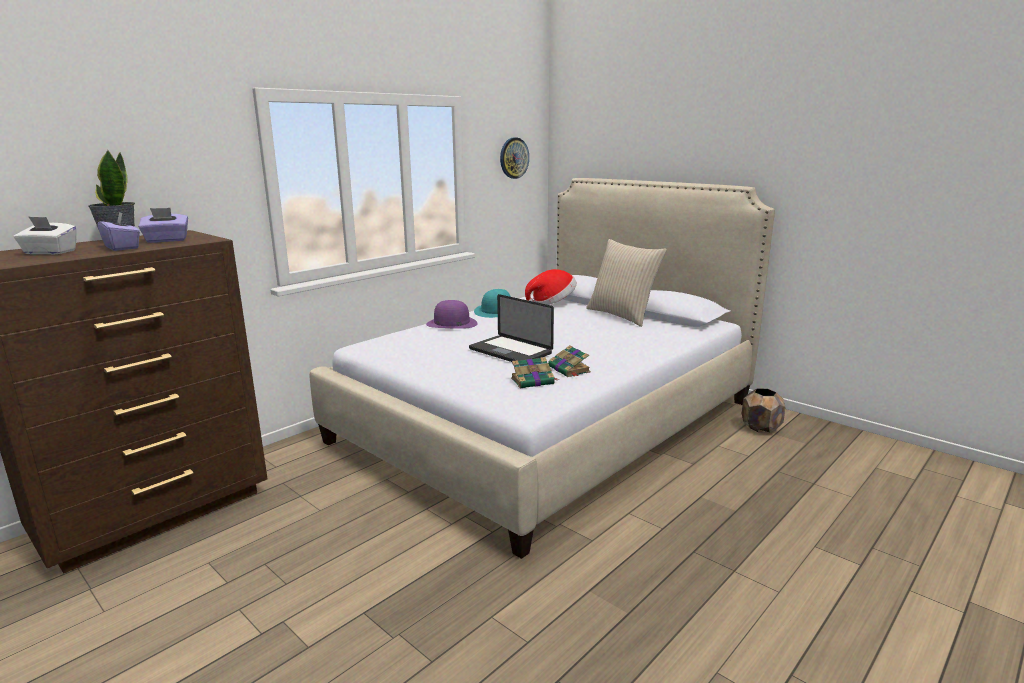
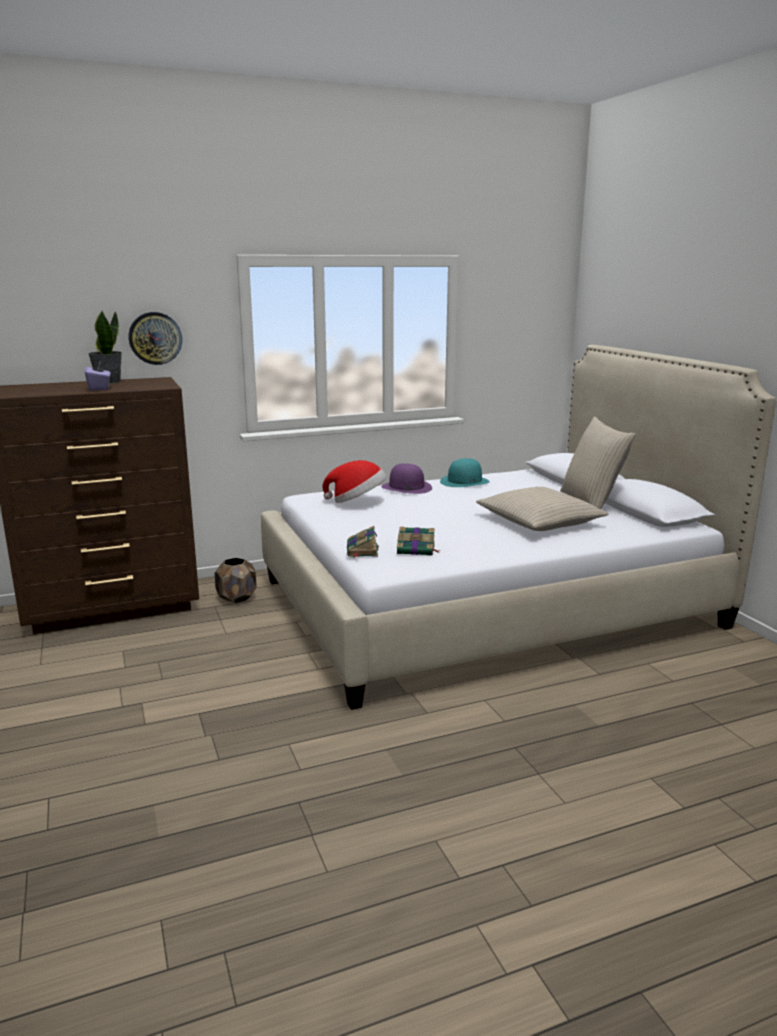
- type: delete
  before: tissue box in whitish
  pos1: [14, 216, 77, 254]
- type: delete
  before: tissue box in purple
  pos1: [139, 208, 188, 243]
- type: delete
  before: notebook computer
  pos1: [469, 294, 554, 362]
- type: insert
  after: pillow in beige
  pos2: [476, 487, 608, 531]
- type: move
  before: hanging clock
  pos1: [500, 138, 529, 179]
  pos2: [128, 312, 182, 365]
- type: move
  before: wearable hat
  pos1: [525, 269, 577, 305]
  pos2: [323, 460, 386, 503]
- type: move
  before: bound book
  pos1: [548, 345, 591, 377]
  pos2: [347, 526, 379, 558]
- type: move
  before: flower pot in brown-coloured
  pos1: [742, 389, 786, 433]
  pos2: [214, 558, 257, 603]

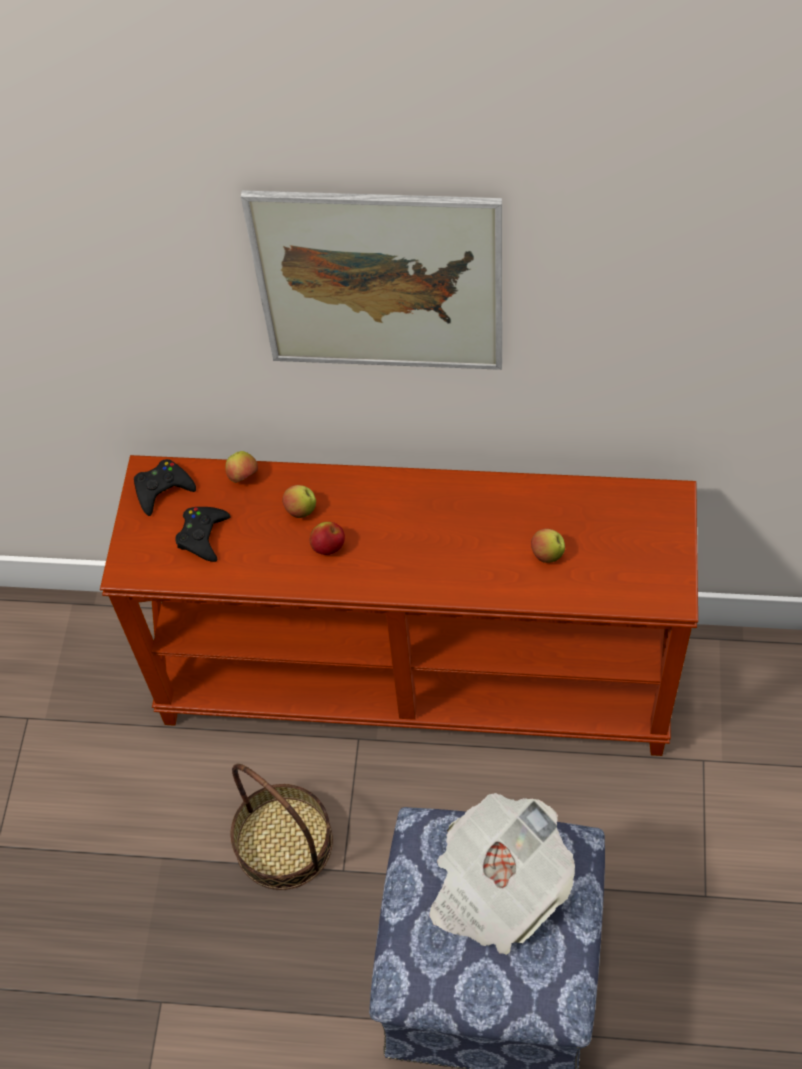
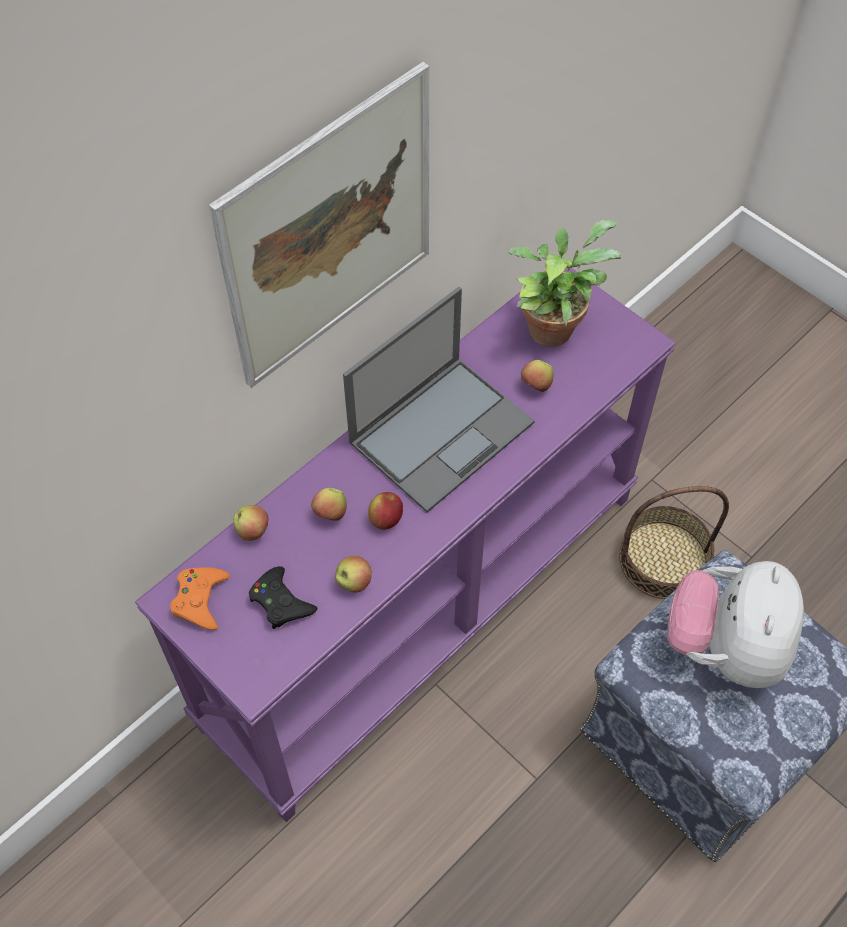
- type: insert
  after: apple
  pos2: [335, 556, 372, 593]
- type: insert
  after: notebook computer
  pos2: [343, 287, 534, 513]
- type: insert
  after: plant in a pot
  pos2: [508, 220, 621, 347]
- type: move
  before: basket
  pos1: [230, 763, 333, 890]
  pos2: [619, 486, 729, 599]
- type: replace
  before: newspaper
  after: plush toy
  pos1: [429, 793, 575, 955]
  pos2: [667, 561, 804, 688]
- type: recolor
  before: narrow table in brown-coloured
  after: narrow table in purple
  pos1: [100, 455, 698, 756]
  pos2: [135, 268, 676, 822]
- type: recolor
  before: gamepad in blackish
  after: gamepad in orangey
  pos1: [134, 459, 196, 516]
  pos2: [170, 567, 230, 630]

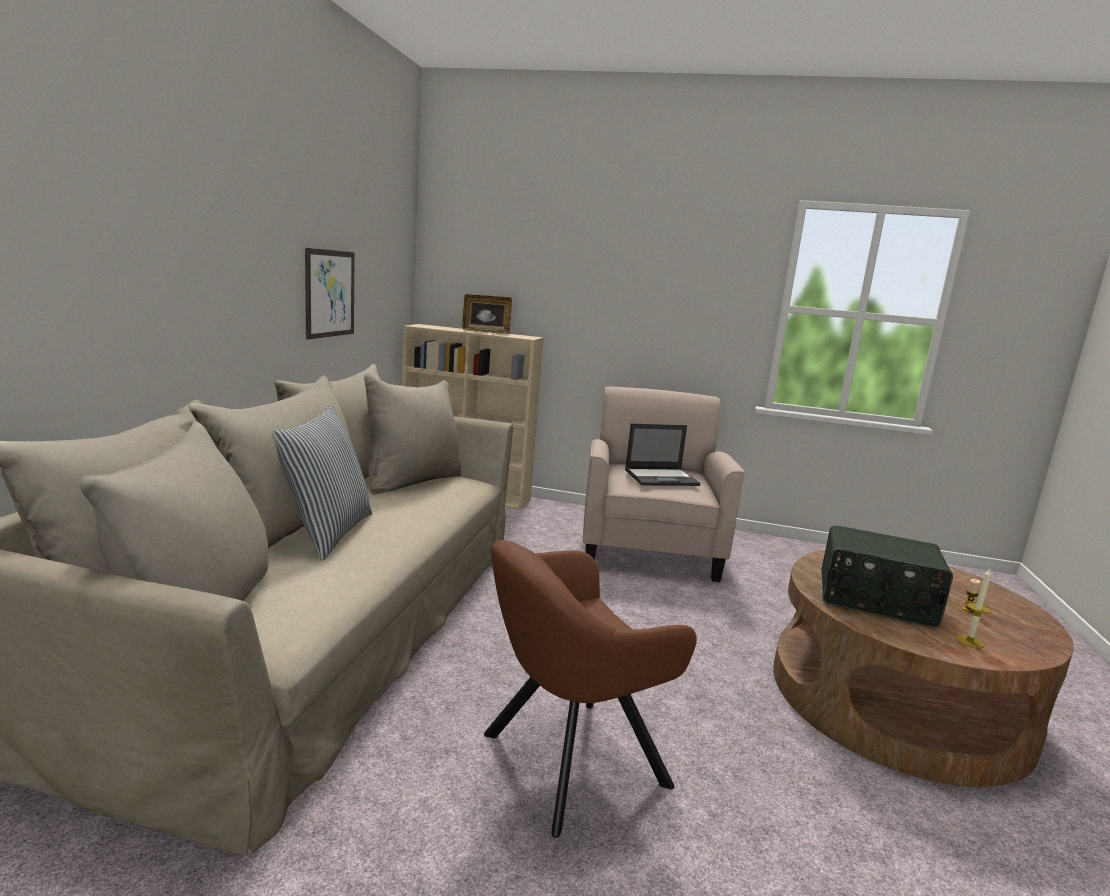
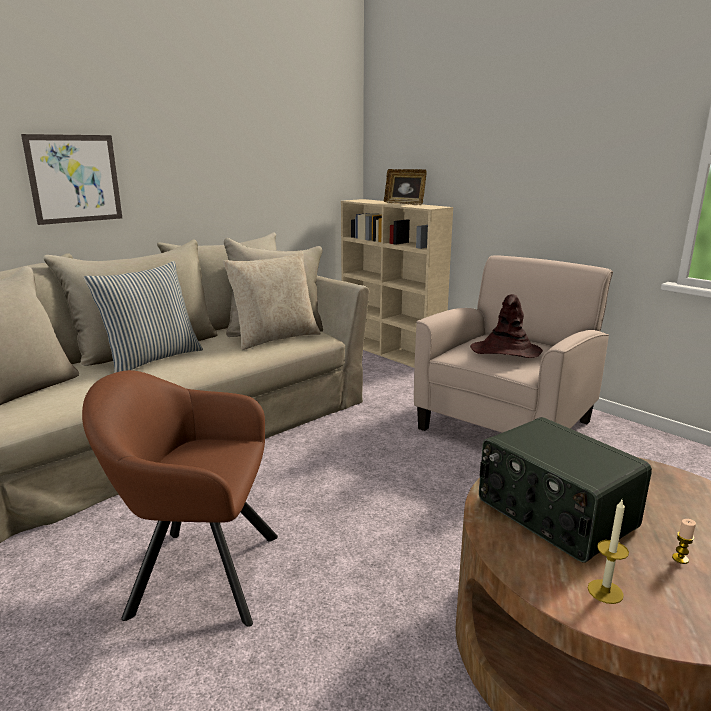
- type: insert
  after: pillow in beige
  pos2: [223, 251, 321, 350]
- type: move
  before: picture
  pos1: [305, 248, 355, 339]
  pos2: [21, 134, 122, 225]
- type: replace
  before: notebook computer
  after: wearable hat in brown-coloured
  pos1: [625, 424, 701, 486]
  pos2: [470, 294, 543, 358]

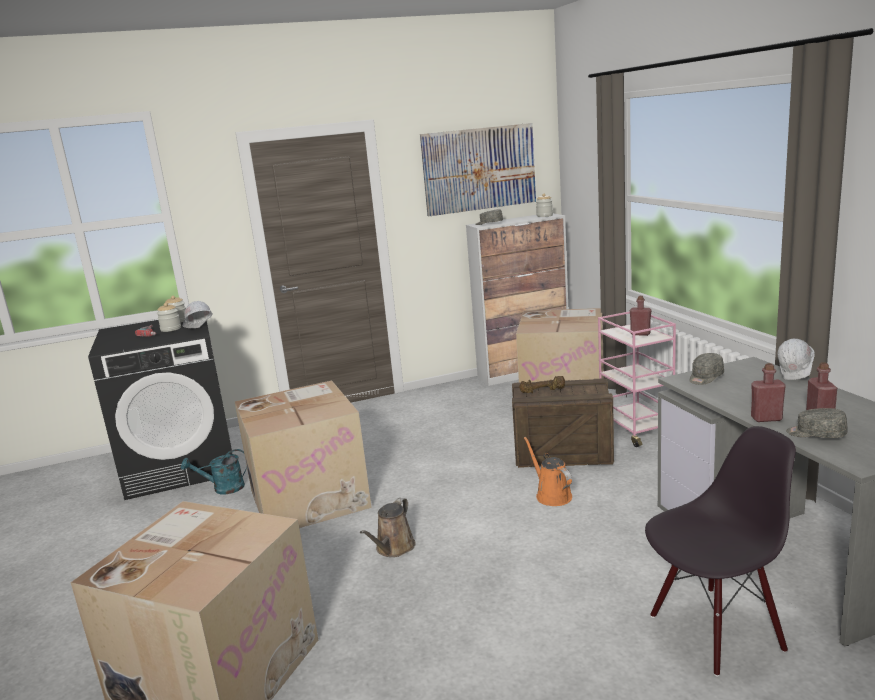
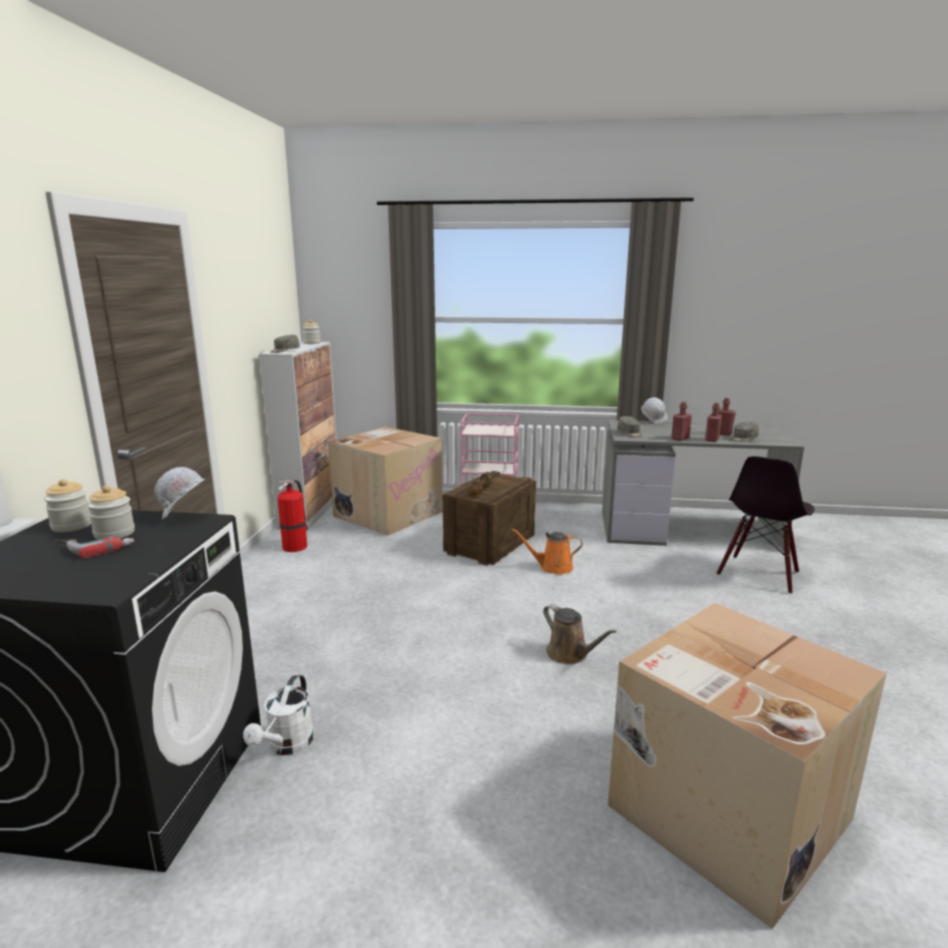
- type: delete
  before: packing box
  pos1: [234, 380, 372, 528]
- type: delete
  before: picture
  pos1: [420, 123, 536, 216]
- type: insert
  after: fire-fighting cylinder
  pos2: [278, 480, 308, 552]
- type: move
  before: drink bottle in red-coloured
  pos1: [630, 296, 651, 336]
  pos2: [671, 402, 692, 441]
- type: recolor
  before: watering can in blue-green
  after: watering can in whitish
  pos1: [181, 449, 247, 494]
  pos2: [243, 674, 314, 755]
- type: rotate
  before: chair in blackish
  pos1: [645, 426, 796, 677]
  pos2: [717, 456, 815, 594]
  turn: -150

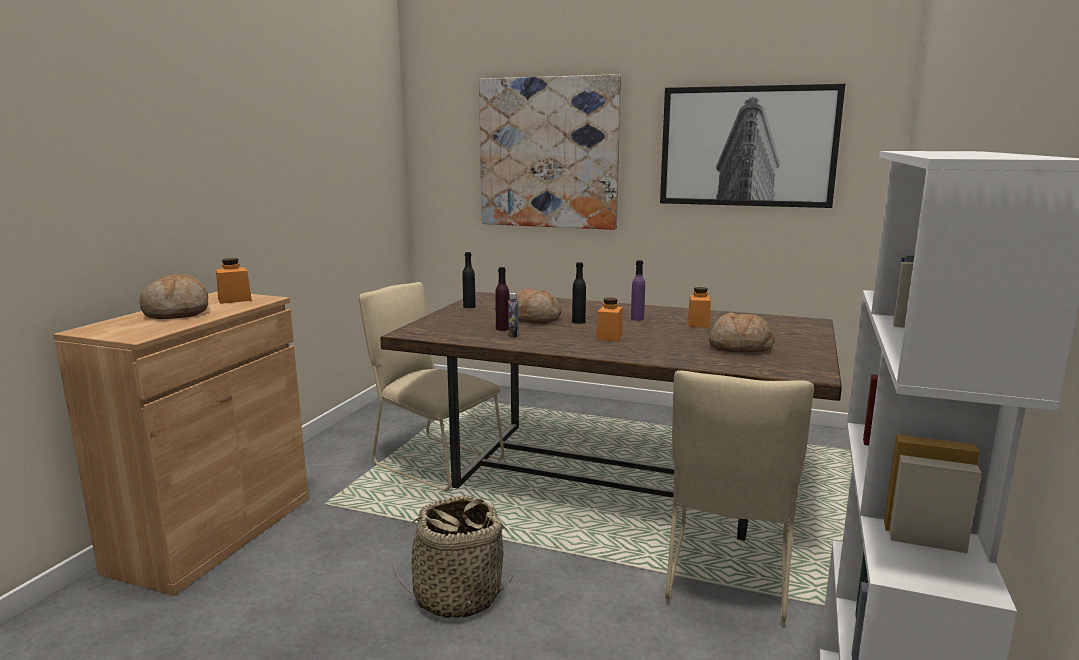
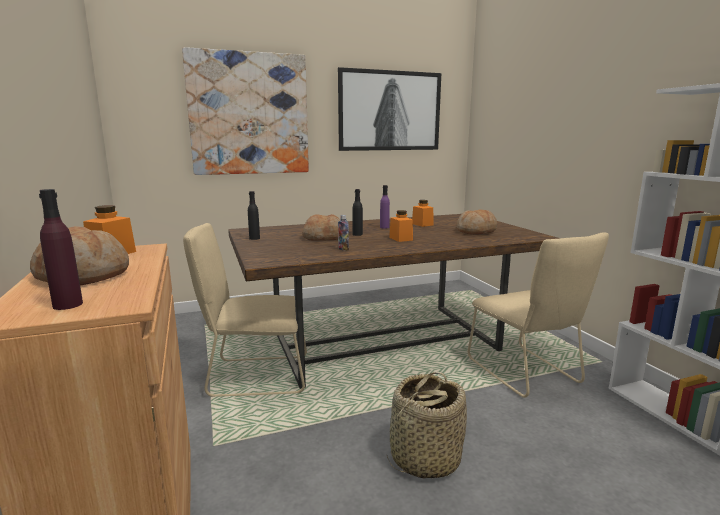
- type: move
  before: drink bottle in purple
  pos1: [495, 267, 509, 331]
  pos2: [39, 189, 83, 310]

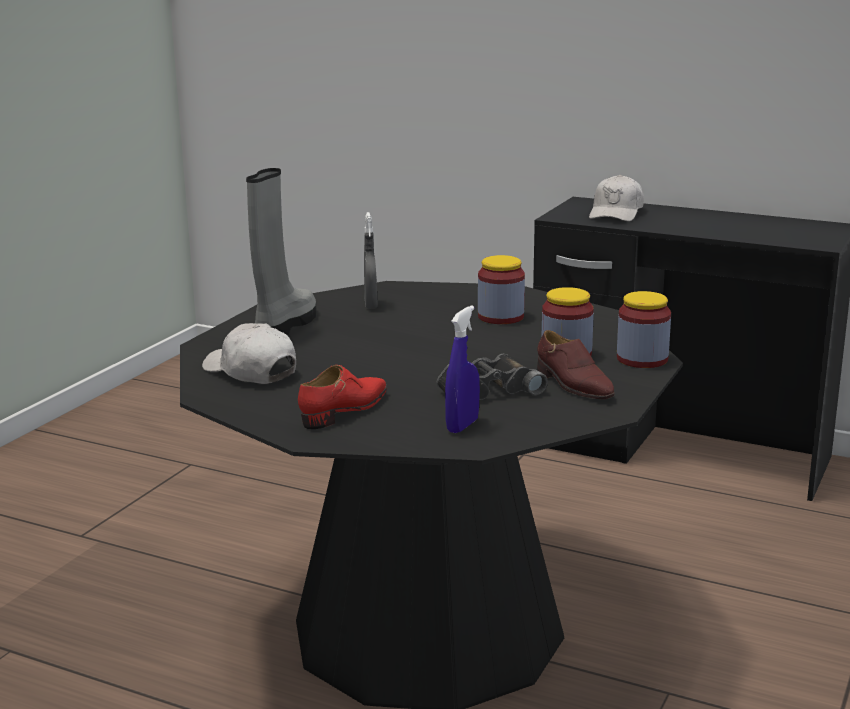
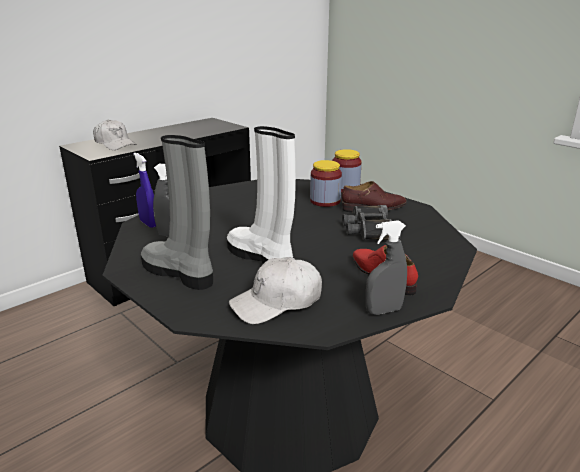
- type: delete
  before: storage jar
  pos1: [478, 255, 525, 324]
- type: insert
  after: tall boot in whitish
  pos2: [227, 126, 296, 264]
- type: insert
  after: hand sprayer in greyish
  pos2: [366, 220, 407, 315]
- type: move
  before: hand sprayer in blue-coloured
  pos1: [445, 305, 480, 433]
  pos2: [133, 153, 156, 228]

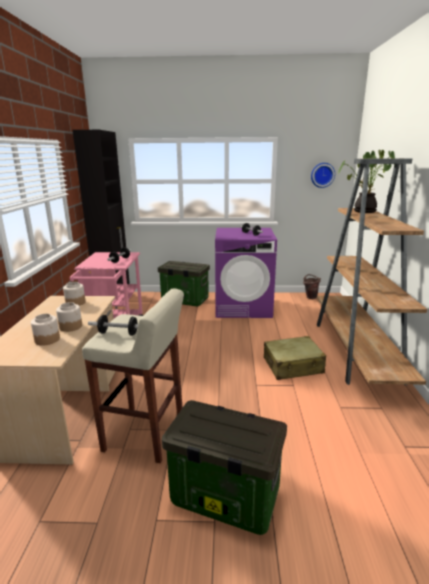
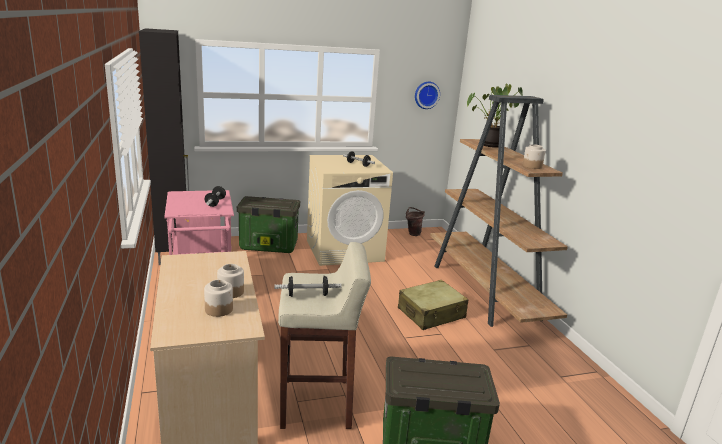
- type: move
  before: storage jar
  pos1: [63, 282, 86, 306]
  pos2: [523, 144, 546, 169]
- type: recolor
  before: laundry machine in purple
  after: laundry machine in beige
  pos1: [215, 228, 277, 318]
  pos2: [307, 155, 393, 266]

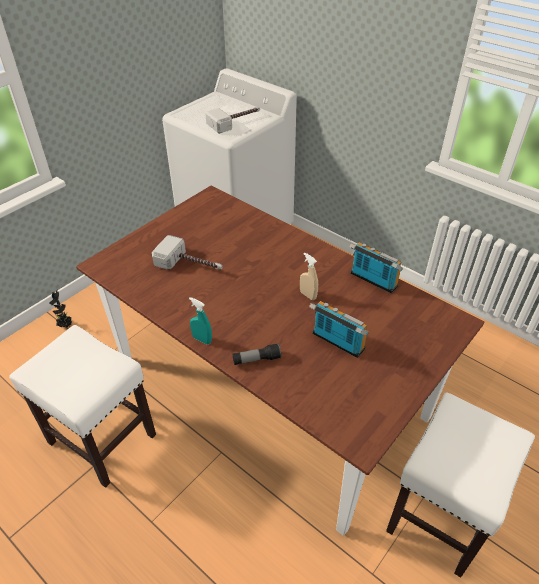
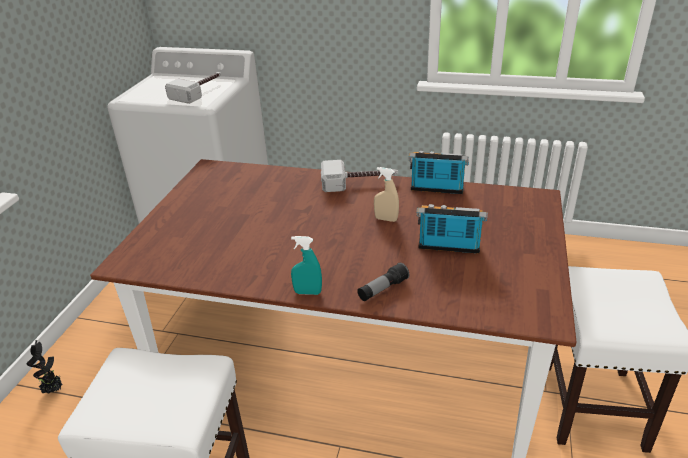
- type: move
  before: hand hammer
  pos1: [152, 235, 223, 269]
  pos2: [321, 160, 398, 192]

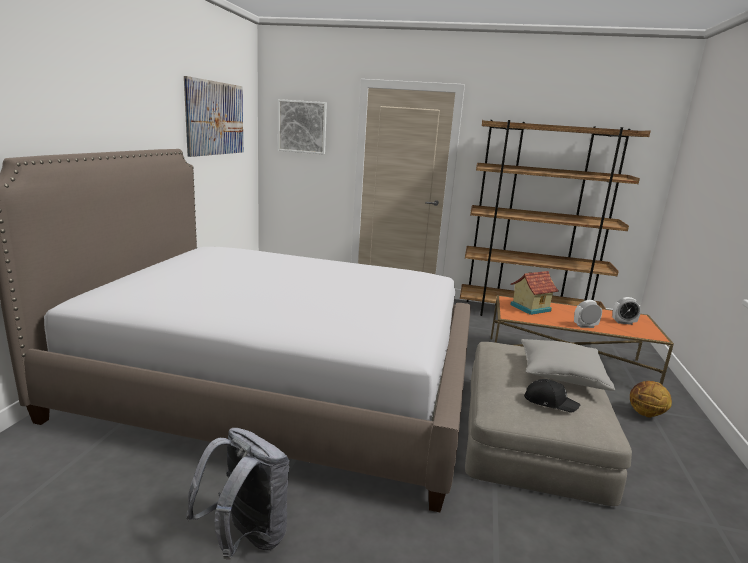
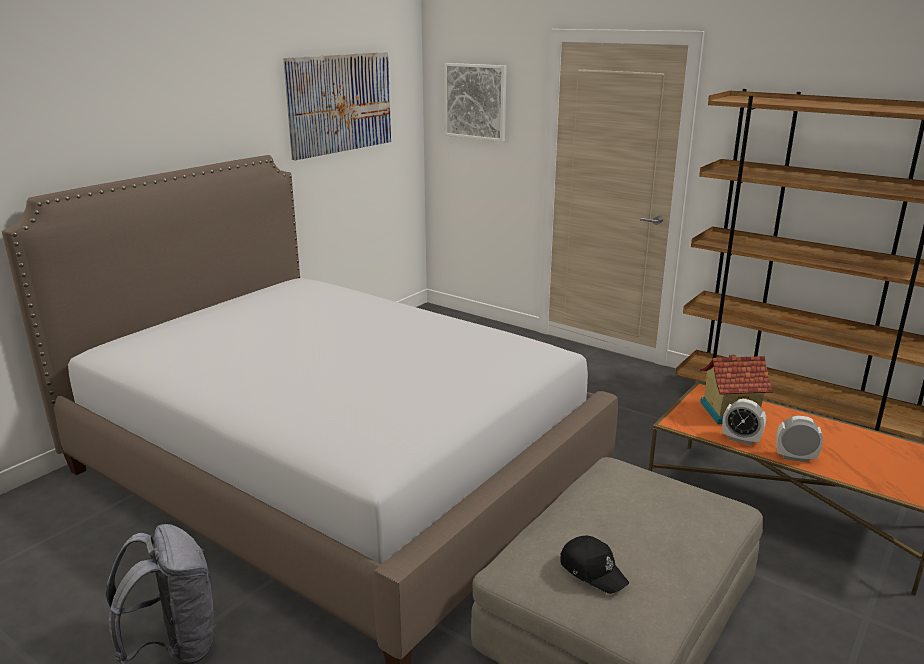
- type: delete
  before: pillow in greyish
  pos1: [521, 339, 615, 391]
- type: delete
  before: basketball
  pos1: [630, 381, 672, 418]
- type: move
  before: alarm clock
  pos1: [612, 297, 641, 325]
  pos2: [722, 399, 766, 445]

